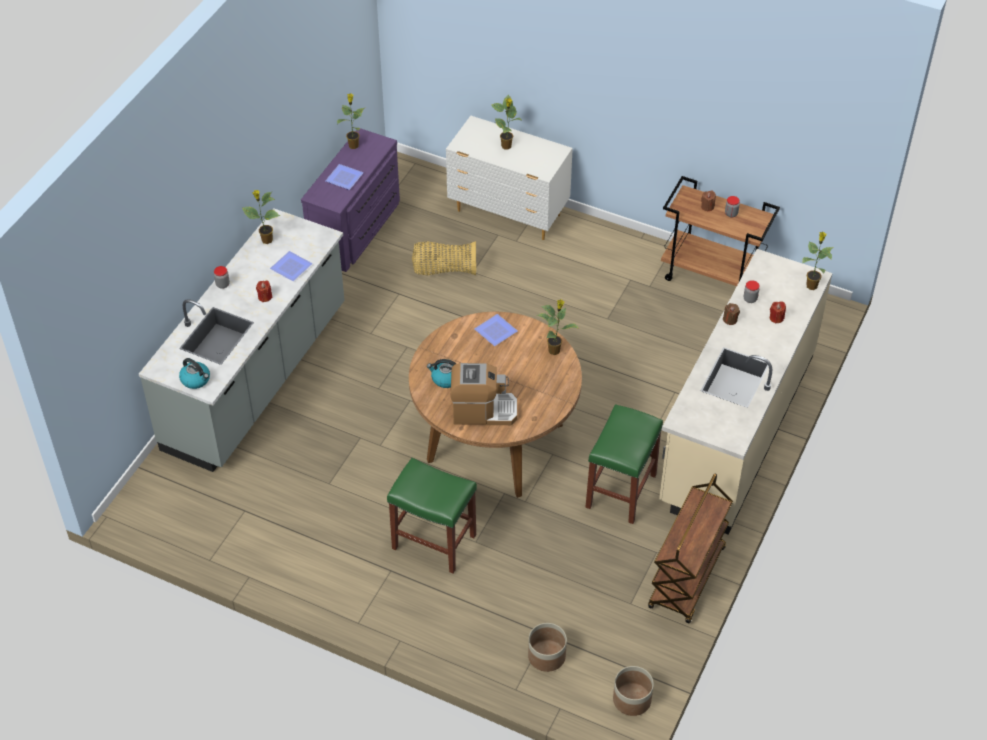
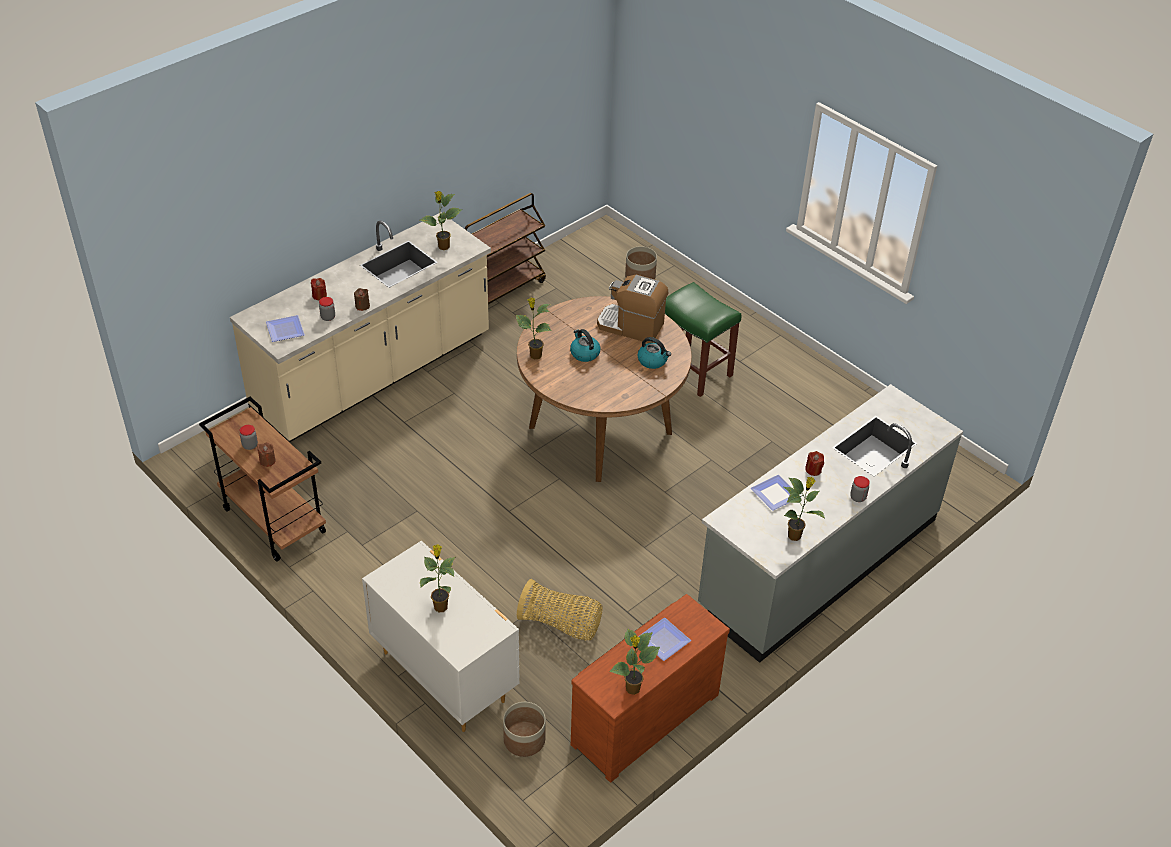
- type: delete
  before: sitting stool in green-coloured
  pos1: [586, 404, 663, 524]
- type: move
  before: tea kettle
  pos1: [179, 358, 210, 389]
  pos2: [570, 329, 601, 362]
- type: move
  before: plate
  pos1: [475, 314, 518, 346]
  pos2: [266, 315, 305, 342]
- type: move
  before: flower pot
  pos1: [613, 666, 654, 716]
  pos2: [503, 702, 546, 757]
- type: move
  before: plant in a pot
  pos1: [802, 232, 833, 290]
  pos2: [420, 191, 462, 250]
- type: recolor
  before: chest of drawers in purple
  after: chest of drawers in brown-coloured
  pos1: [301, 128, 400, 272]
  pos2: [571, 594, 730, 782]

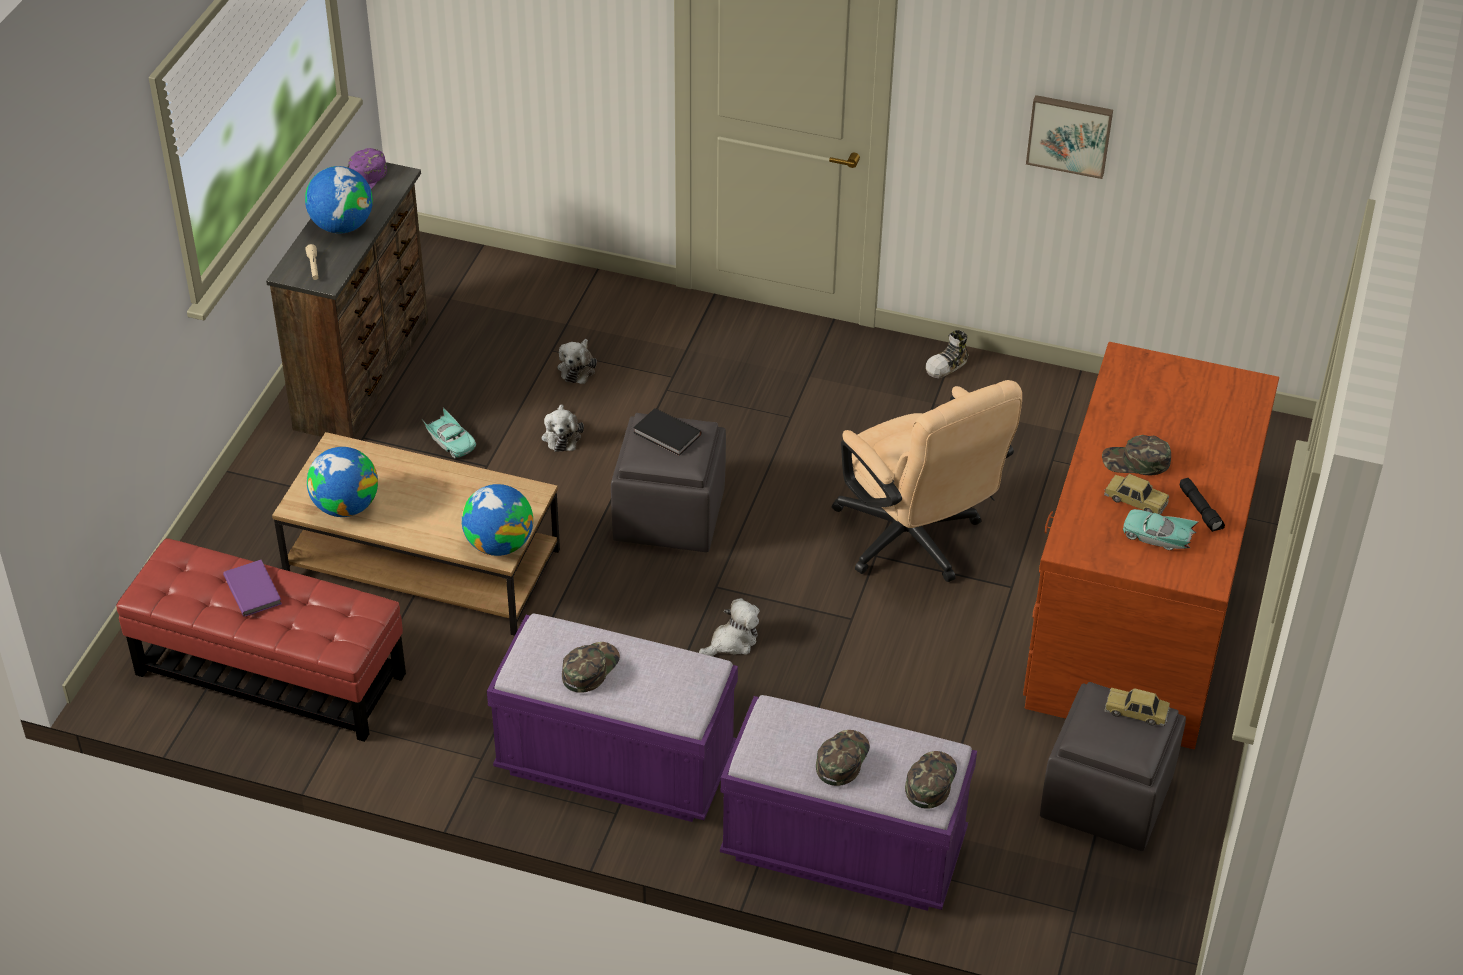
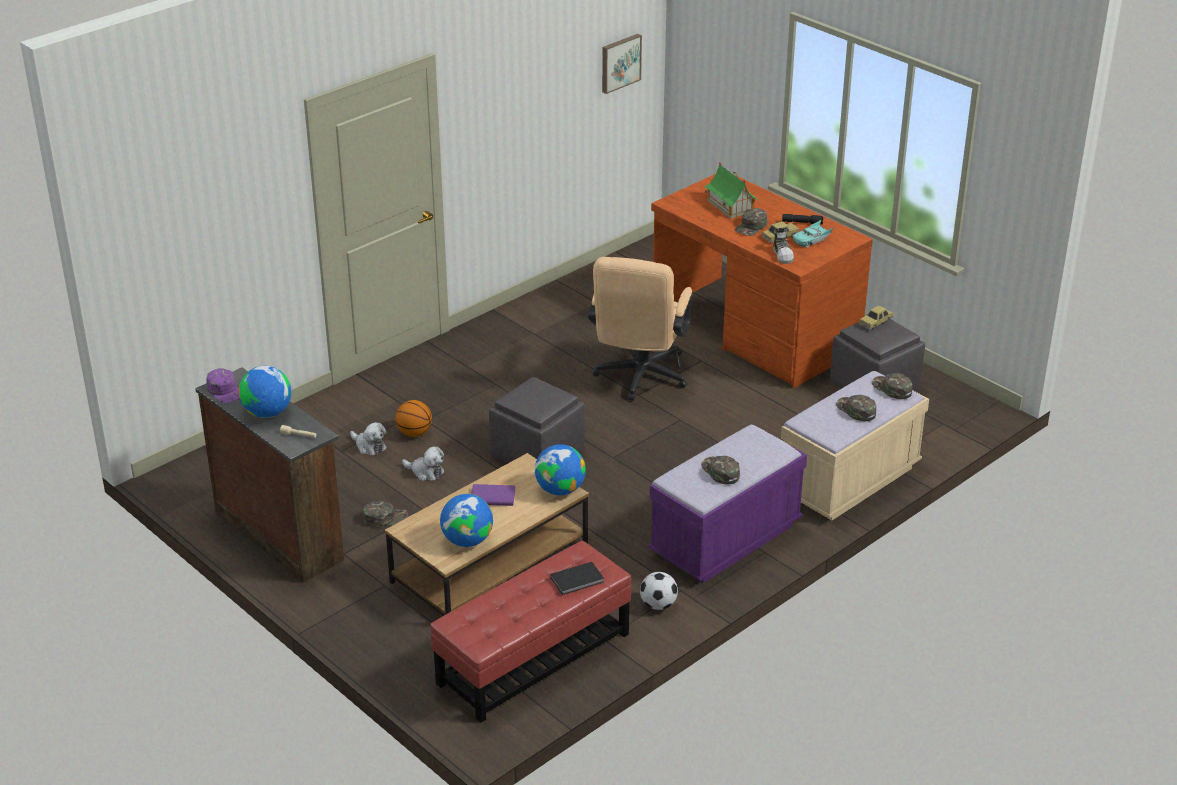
- type: delete
  before: plush toy
  pos1: [699, 598, 760, 656]
- type: insert
  after: basketball
  pos2: [395, 400, 432, 437]
- type: insert
  after: football ball
  pos2: [640, 572, 678, 610]
- type: insert
  after: model house
  pos2: [704, 162, 758, 219]
- type: move
  before: bound book in purple
  pos1: [223, 560, 282, 617]
  pos2: [471, 484, 516, 506]
- type: move
  before: bound book in blackish
  pos1: [633, 408, 702, 456]
  pos2: [550, 562, 604, 595]
- type: move
  before: low shoe
  pos1: [926, 330, 969, 378]
  pos2: [773, 228, 794, 264]
- type: move
  before: picture
  pos1: [1026, 95, 1113, 179]
  pos2: [602, 34, 642, 94]
- type: replace
  before: toy car in blue-green
  after: cap in green-coloured
  pos1: [421, 408, 476, 458]
  pos2: [363, 501, 408, 527]
- type: recolor
  before: bench in purple
  after: bench in beige
  pos1: [720, 695, 977, 911]
  pos2: [781, 371, 929, 521]
- type: rotate
  before: desk chair in beige
  pos1: [832, 380, 1022, 582]
  pos2: [588, 257, 692, 401]
  turn: 105

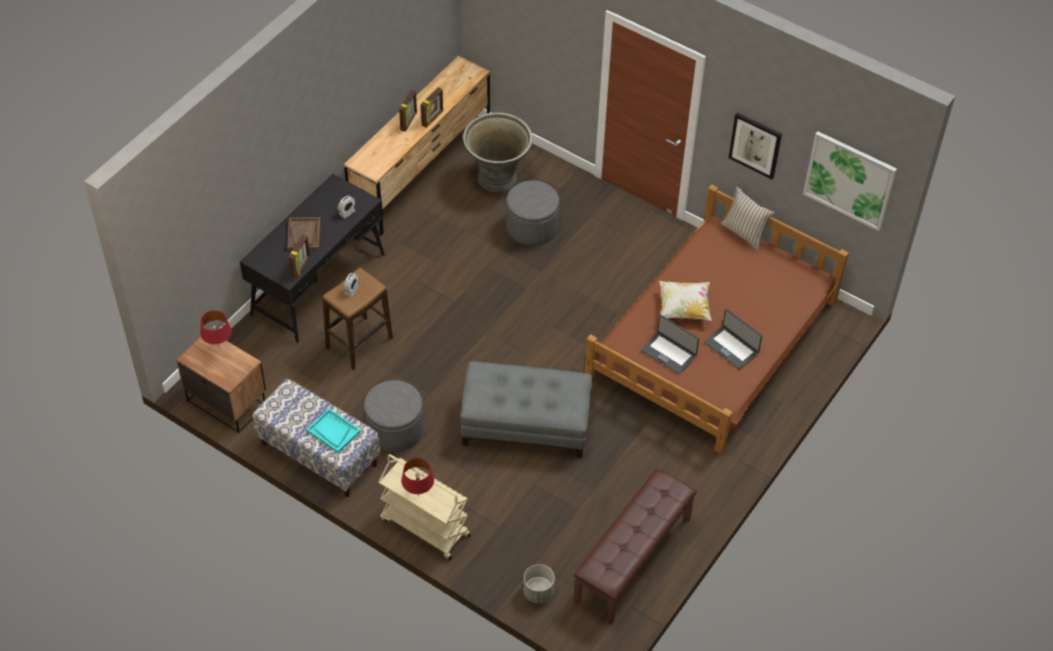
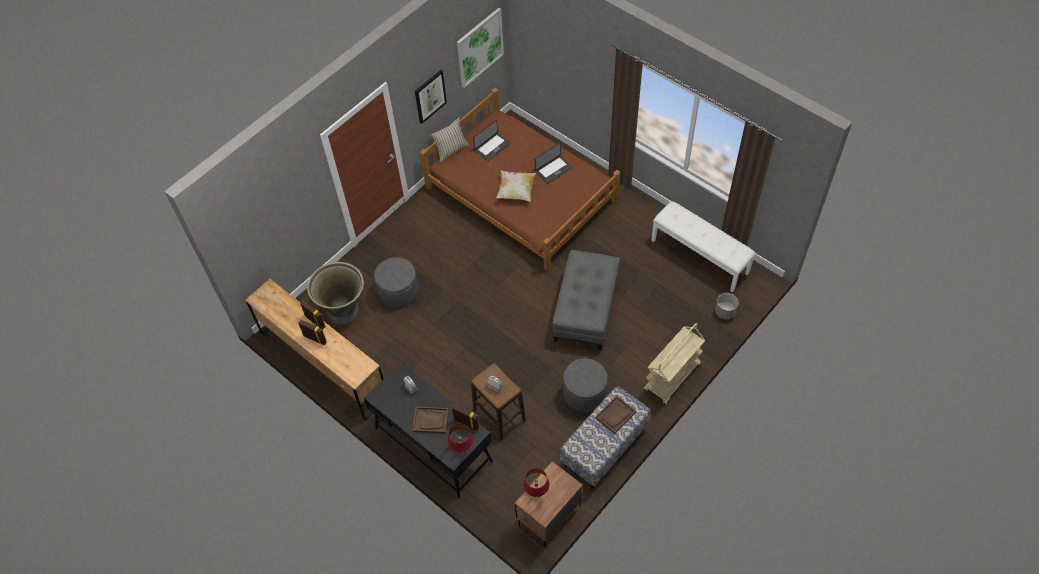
- type: move
  before: lamp for a table in red-coloured
  pos1: [401, 458, 434, 496]
  pos2: [448, 424, 473, 452]
- type: move
  before: notebook computer
  pos1: [641, 315, 699, 375]
  pos2: [473, 120, 511, 161]
- type: recolor
  before: tray in blue-green
  after: tray in brown-coloured
  pos1: [307, 409, 361, 453]
  pos2: [595, 396, 636, 434]
- type: recolor
  before: bench in brown-coloured
  after: bench in whitish
  pos1: [574, 469, 697, 625]
  pos2: [651, 201, 756, 293]

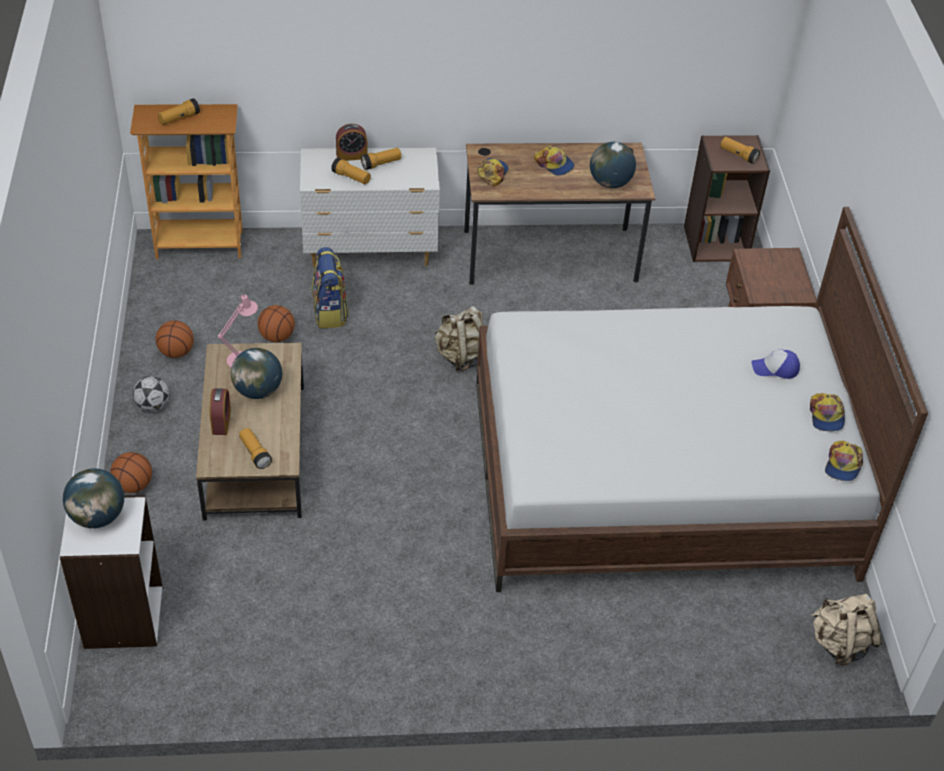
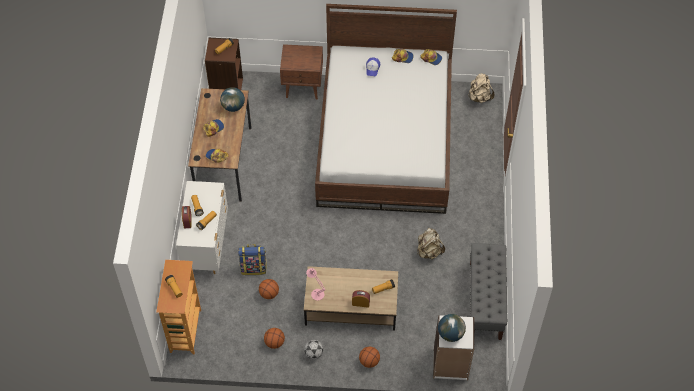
- type: delete
  before: world globe
  pos1: [231, 348, 282, 399]
- type: insert
  after: bench in greyish
  pos2: [470, 243, 507, 340]
- type: move
  before: rucksack in beige
  pos1: [434, 306, 484, 371]
  pos2: [417, 228, 445, 259]

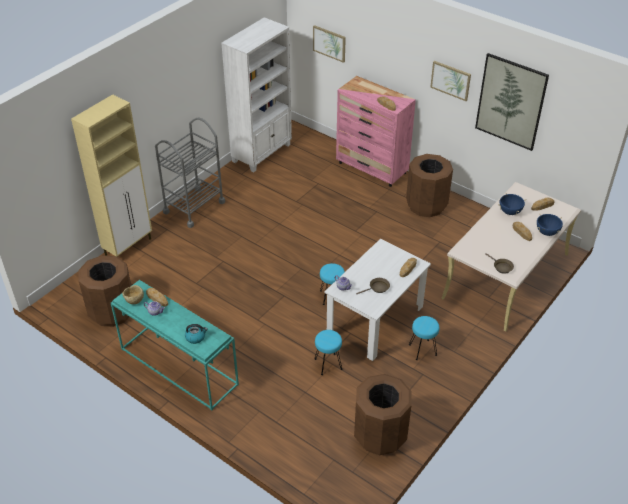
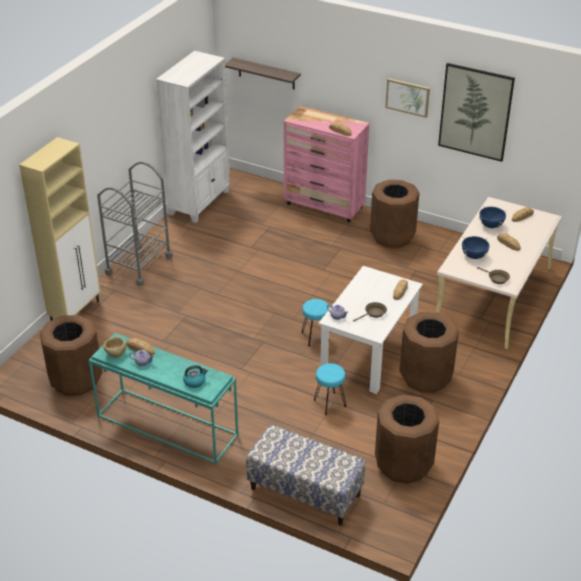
- type: insert
  after: bench
  pos2: [246, 424, 366, 526]
- type: move
  before: cooking pot in blue-coloured
  pos1: [537, 213, 563, 236]
  pos2: [462, 236, 490, 259]
- type: replace
  before: picture
  after: shelf
  pos1: [313, 25, 346, 63]
  pos2: [225, 58, 301, 89]
- type: replace
  before: sitting stool in blue-green
  after: waste bin in brown-coloured
  pos1: [409, 316, 439, 360]
  pos2: [399, 312, 459, 393]

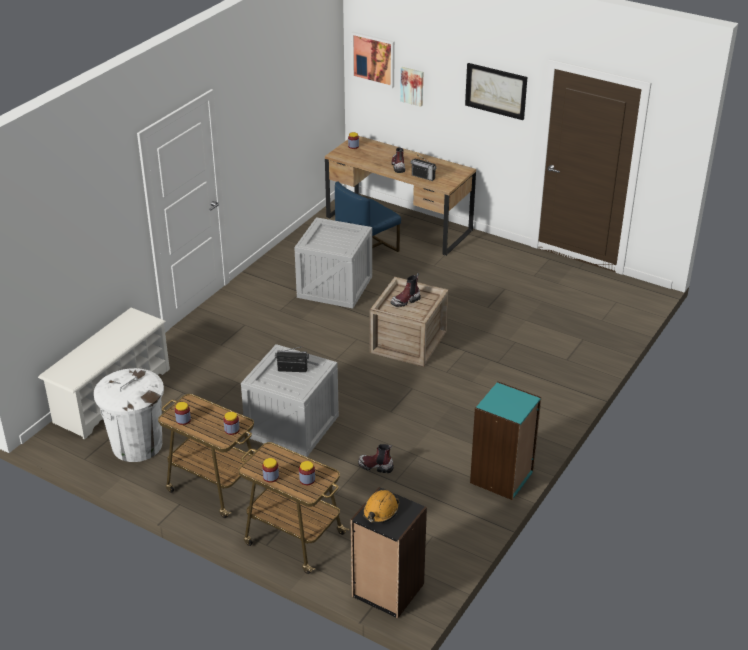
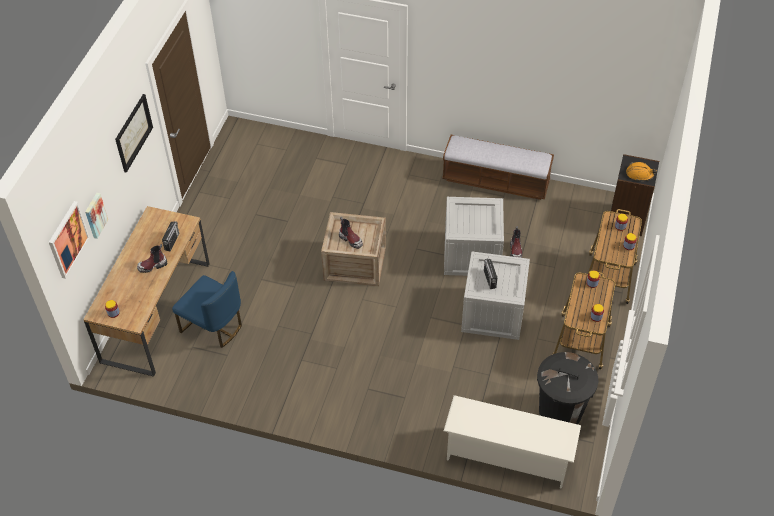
- type: move
  before: packing crate
  pos1: [294, 217, 372, 309]
  pos2: [444, 197, 504, 276]
- type: replace
  before: shelving unit in blue-green
  after: bench
  pos1: [470, 381, 541, 500]
  pos2: [442, 135, 554, 200]
- type: recolor
  before: waste bin in whitish
  after: waste bin in blackish
  pos1: [94, 368, 164, 462]
  pos2: [537, 352, 598, 424]

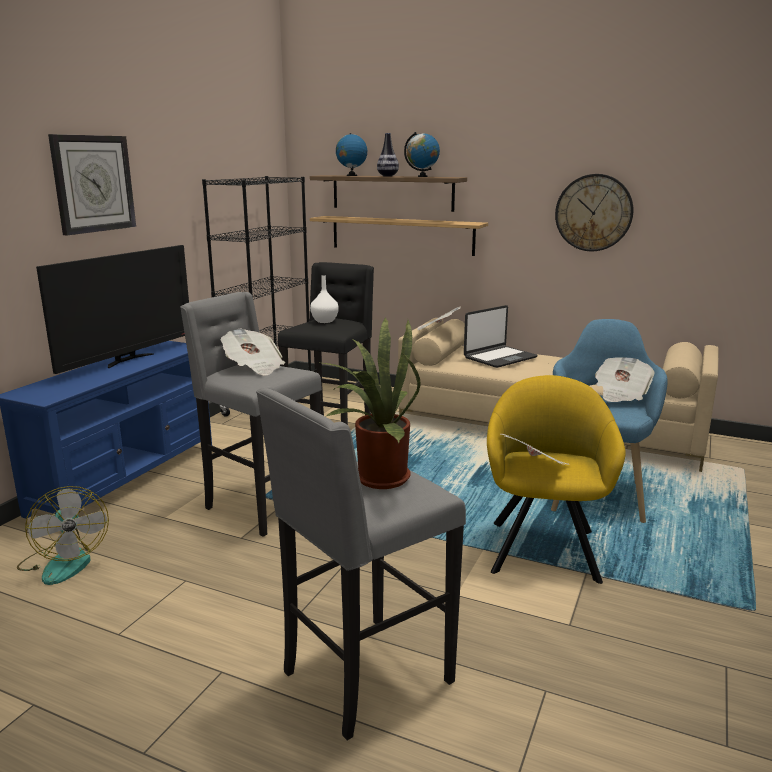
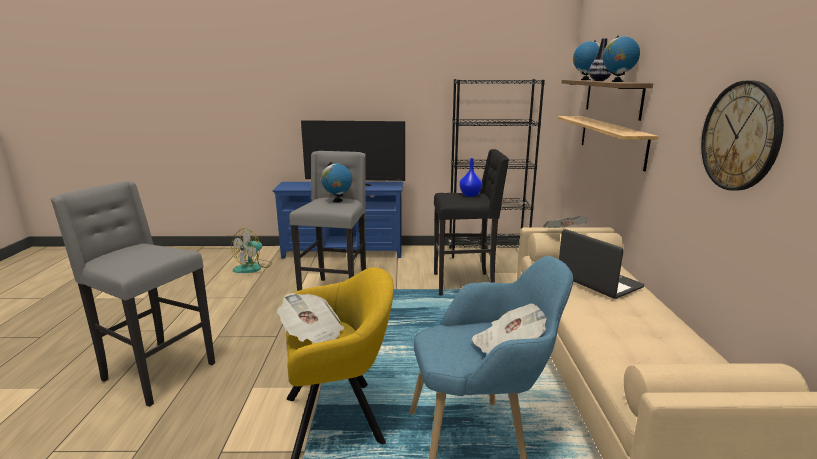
- type: delete
  before: hanging clock
  pos1: [48, 134, 136, 235]
- type: delete
  before: plant in a pot
  pos1: [323, 317, 421, 489]
- type: replace
  before: newspaper
  after: world globe
  pos1: [221, 328, 285, 376]
  pos2: [321, 162, 352, 202]
- type: recolor
  before: vase in whitish
  after: vase in blue-coloured
  pos1: [310, 275, 339, 323]
  pos2: [459, 158, 482, 197]
- type: rotate
  before: notebook computer
  pos1: [464, 305, 538, 368]
  pos2: [559, 229, 645, 299]
  turn: -150

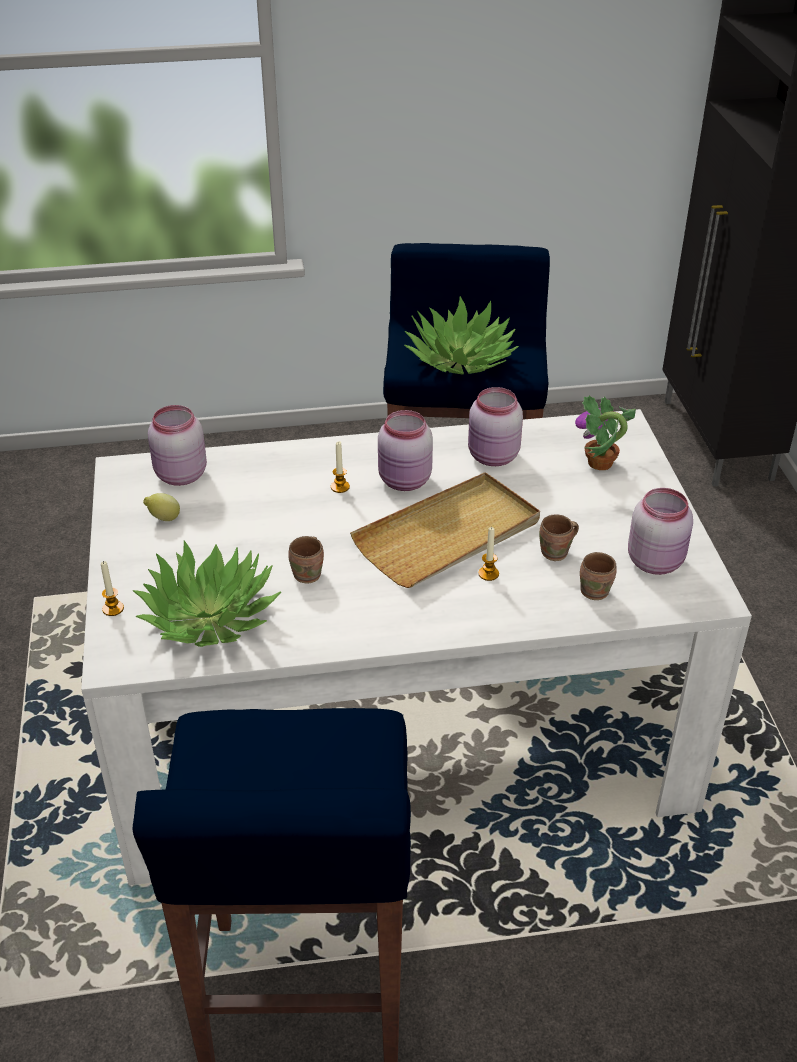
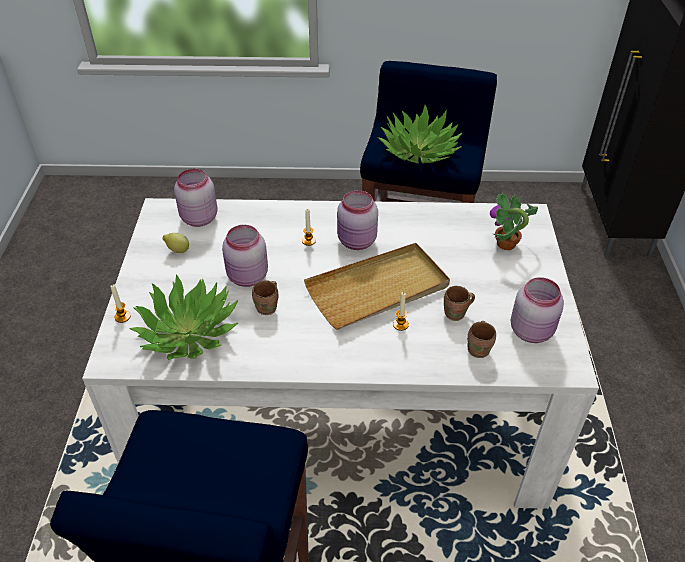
- type: move
  before: storage jar in pink
  pos1: [468, 387, 523, 466]
  pos2: [222, 225, 268, 287]

